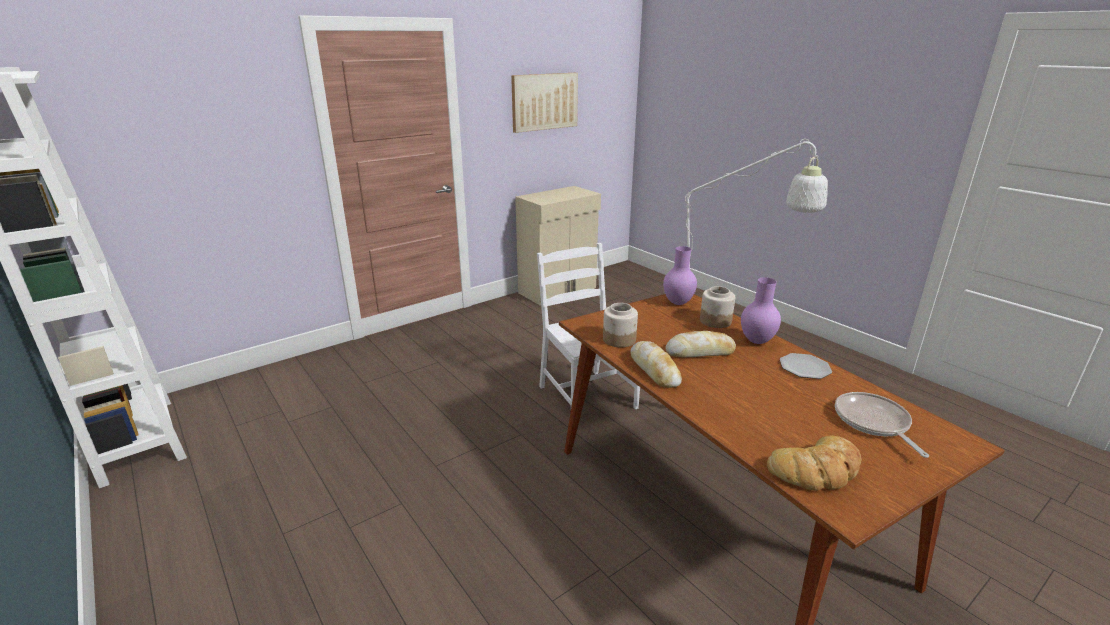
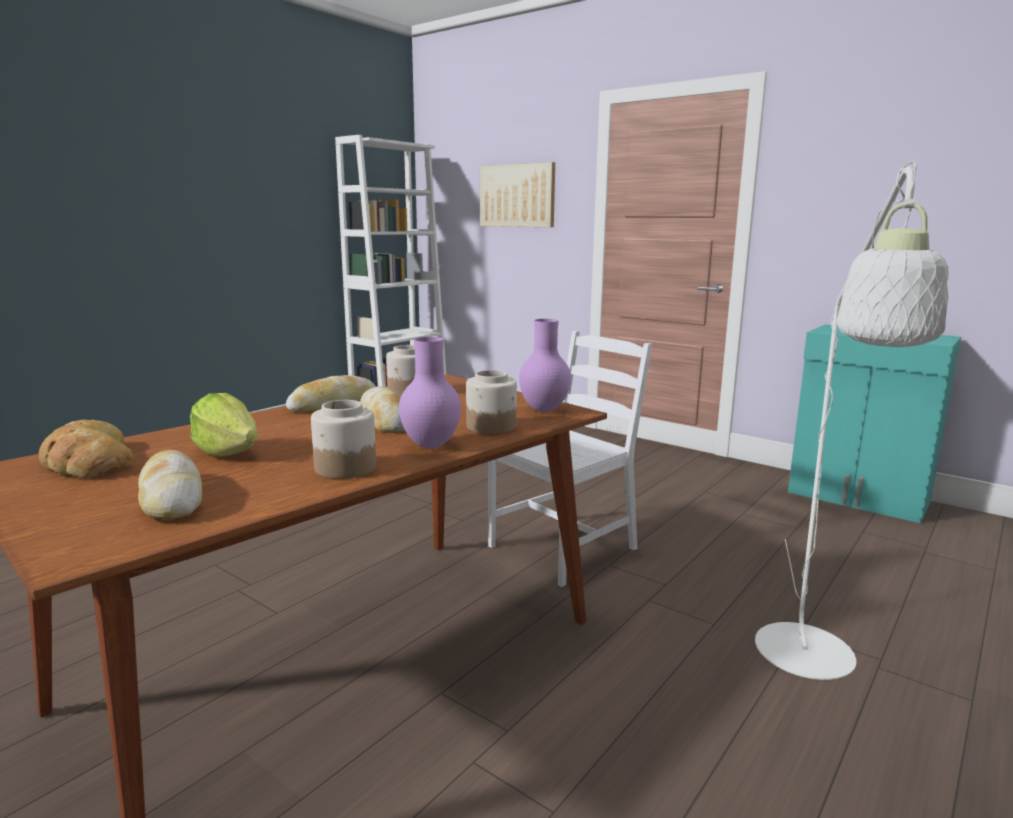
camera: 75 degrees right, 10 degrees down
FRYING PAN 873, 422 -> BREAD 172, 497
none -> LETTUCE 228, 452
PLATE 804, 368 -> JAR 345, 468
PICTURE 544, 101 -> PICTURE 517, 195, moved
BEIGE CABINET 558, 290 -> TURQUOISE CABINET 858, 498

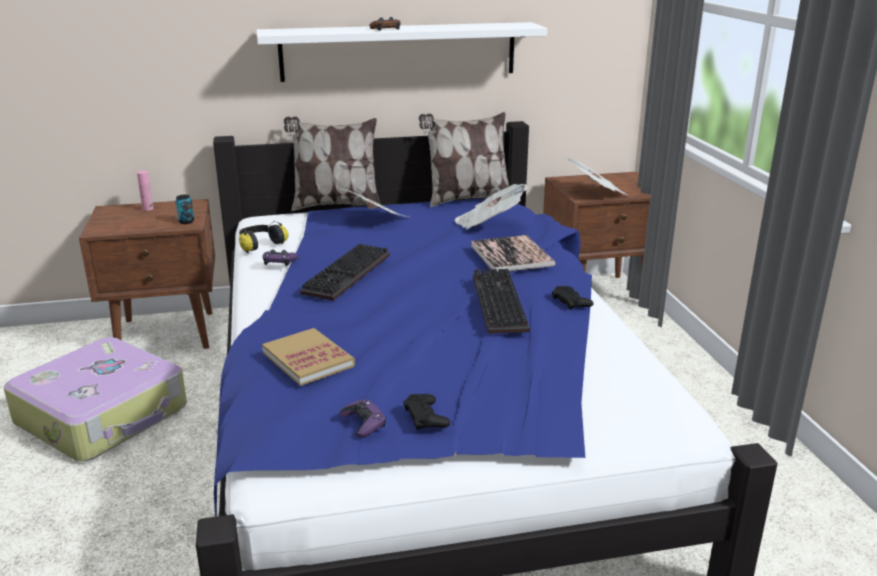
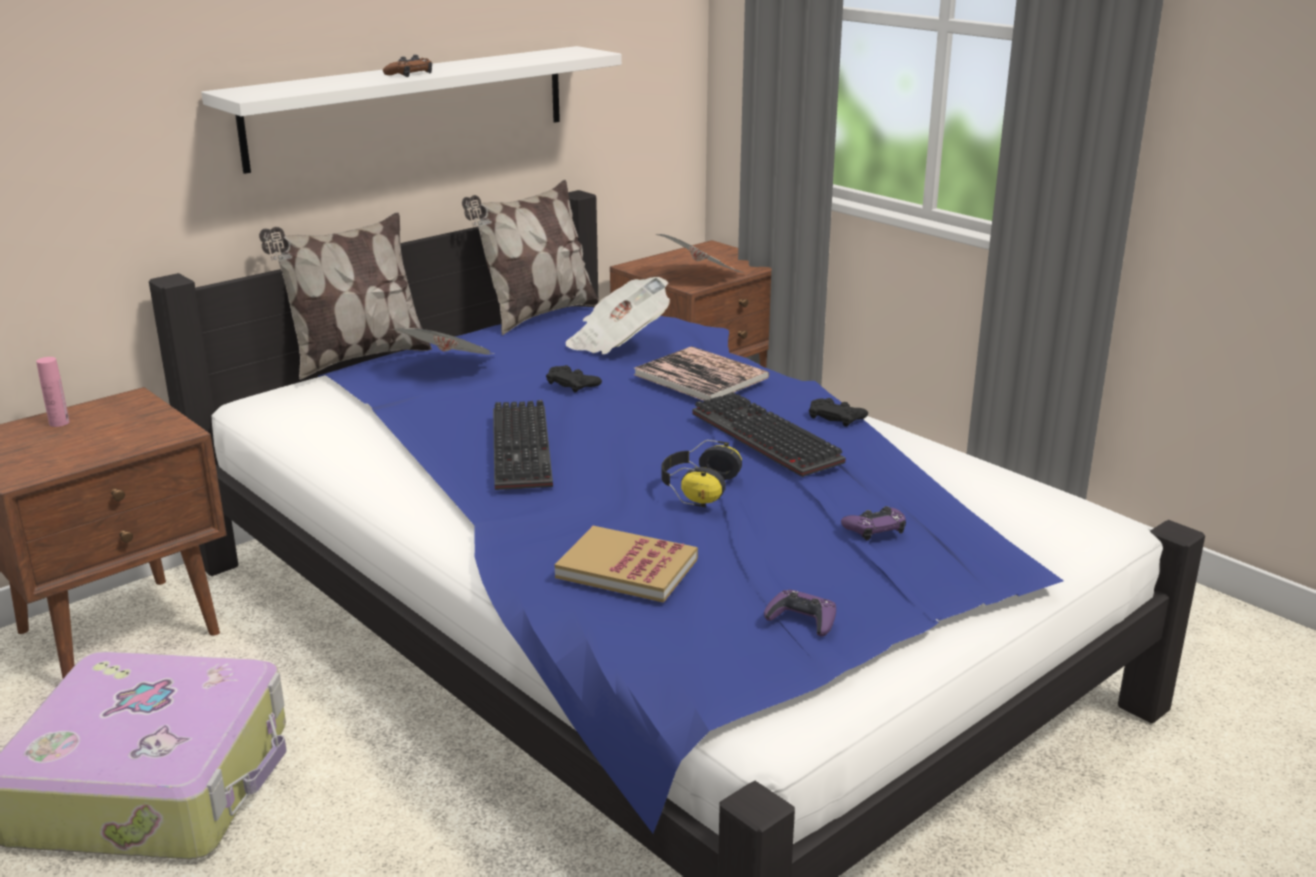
camera: 30 degrees left, 0 degrees up
BLACK GAME CONTROLLER 426, 417 -> BLACK GAME CONTROLLER 573, 383, moved
HEADPHONES 260, 245 -> HEADPHONES 697, 488, moved
PURPLE GAME CONTROLLER 279, 261 -> PURPLE GAME CONTROLLER 874, 528, moved
CAN 186, 221 -> none

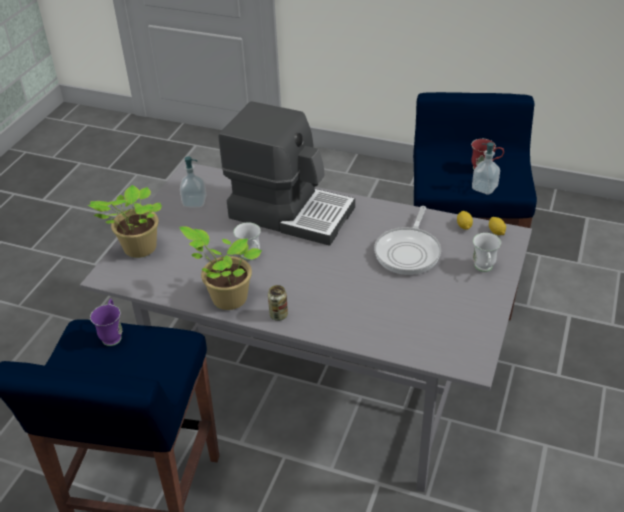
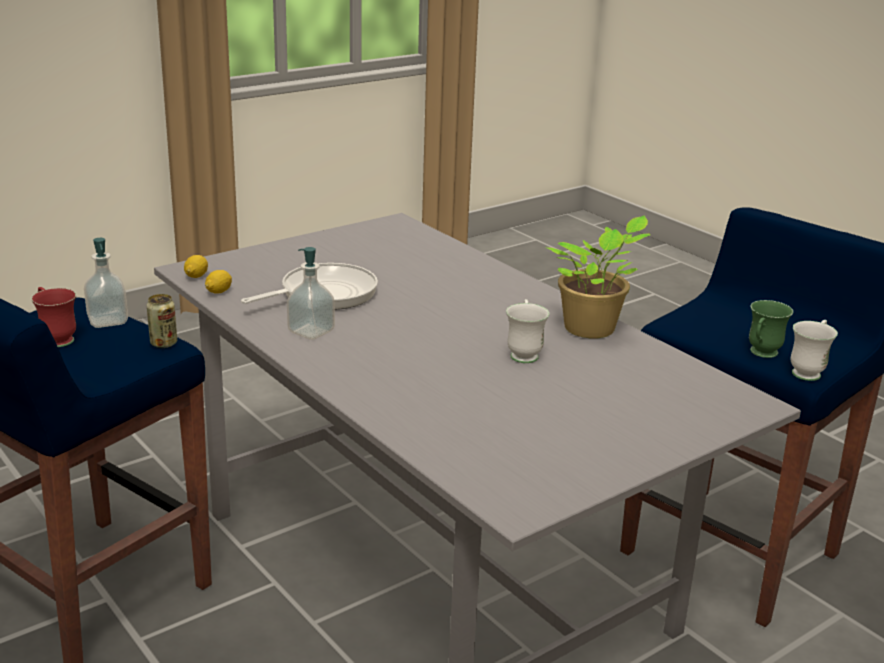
camera: 150 degrees left, 15 degrees down
CAN 278, 315 -> CAN 163, 343, moved
SOAP DISPENSER 194, 202 -> SOAP DISPENSER 311, 331, moved
PURPLE MUG 113, 335 -> GREEN MUG 761, 354
WHITE MUG 484, 269 -> WHITE MUG 808, 371, moved
POTTED PLANT 138, 249 -> none
COFFEE MACHINE 291, 212 -> none

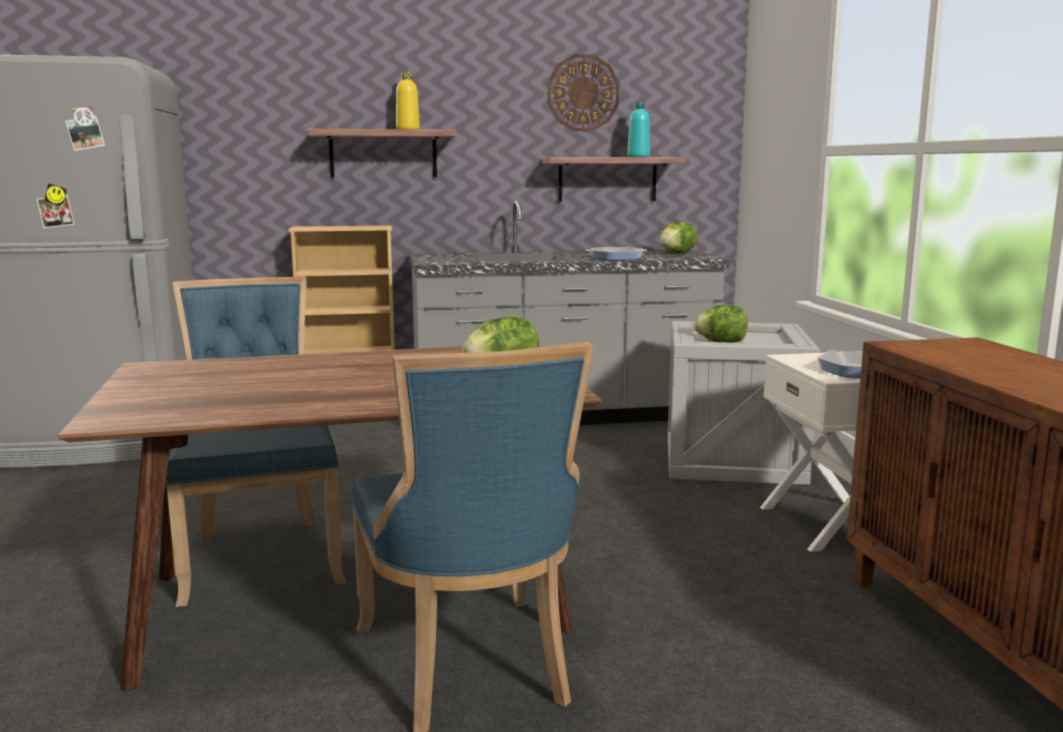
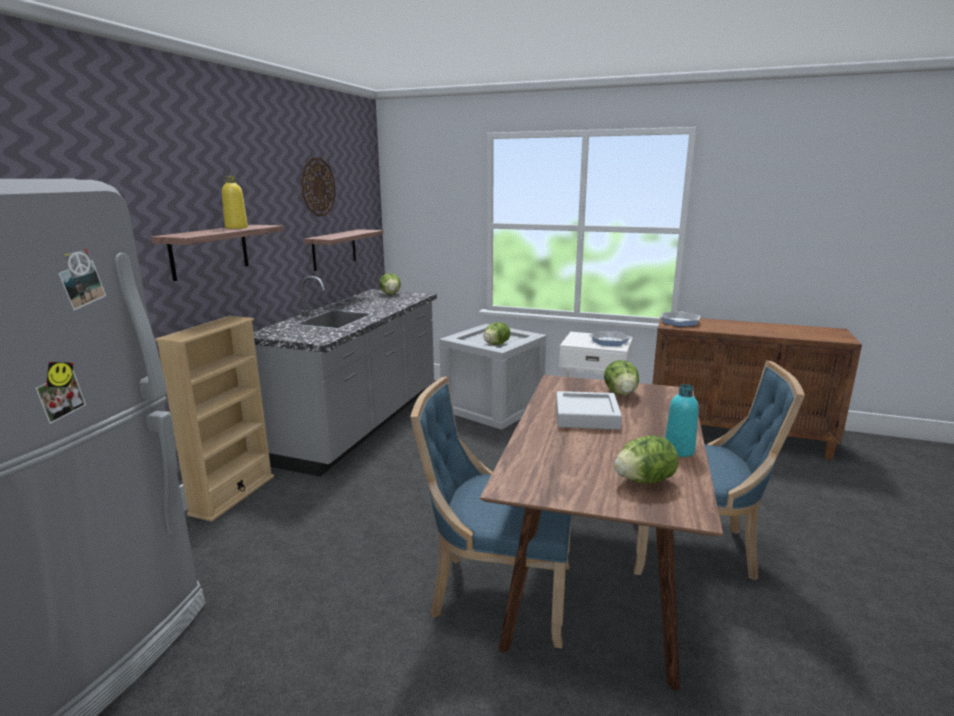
camera: 60 degrees left, 5 degrees up
none -> GREY TRAY 586, 416
none -> LETTUCE 644, 481
FRYING PAN 616, 258 -> FRYING PAN 679, 322, moved
TURQUOISE BOTTLE 638, 156 -> TURQUOISE BOTTLE 679, 450, moved

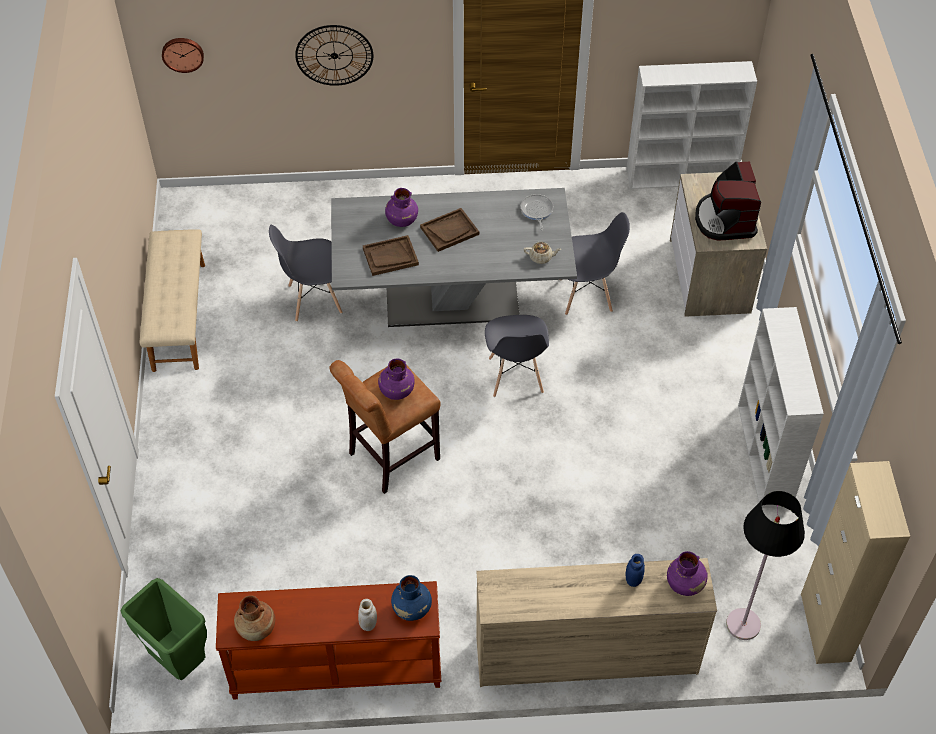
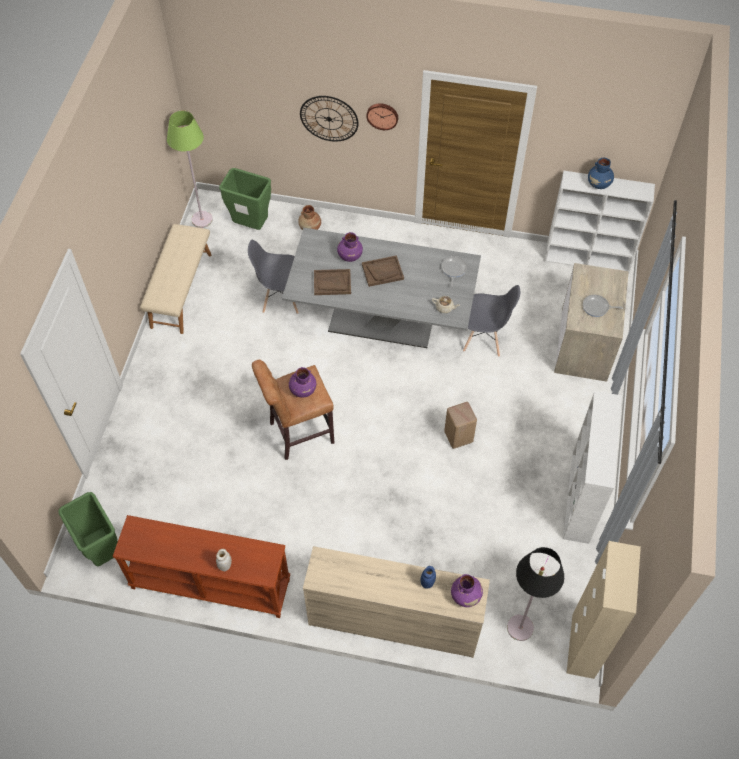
camera: 15 degrees right, 5 degrees up
none -> GREEN FLOOR LAMP 202, 220
none -> GREEN TRASH CAN 251, 225
BROWN VASE 257, 628 -> BROWN VASE 310, 228, moved
WALL CLOCK 182, 53 -> WALL CLOCK 382, 115, moved
none -> BEIGE STOOL 458, 437
COFFEE MACHINE 725, 219 -> FRYING PAN 597, 307
BLUE VASE 412, 609 -> BLUE VASE 598, 184, moved
GREY CHAIR 515, 376 -> none

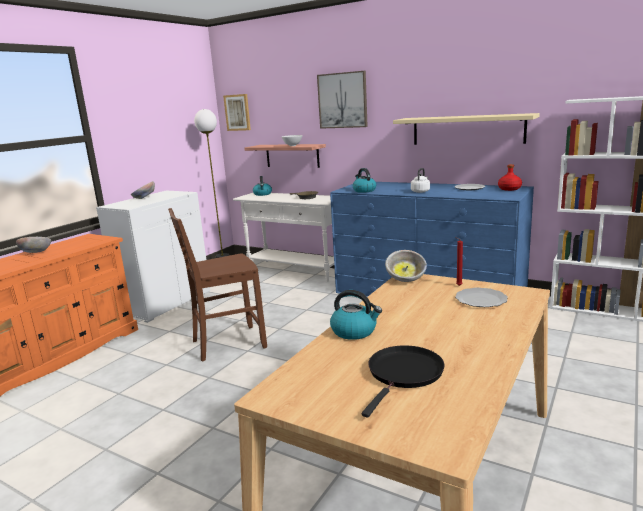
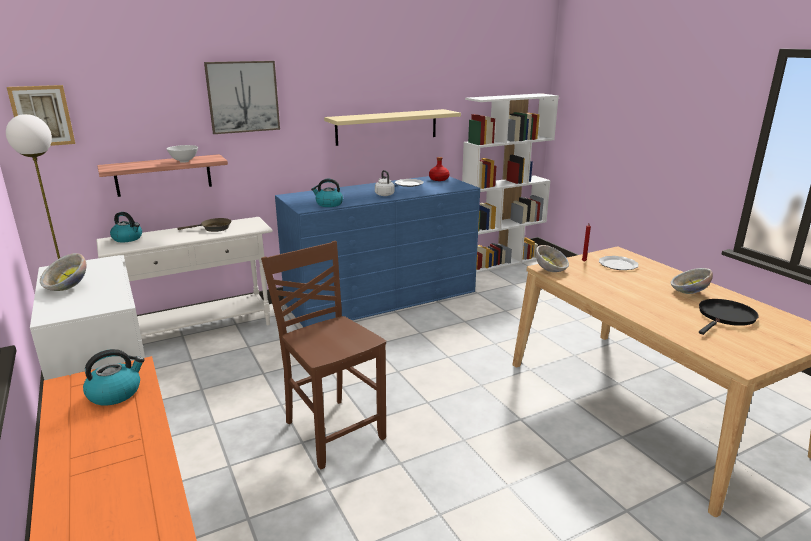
camera: 60 degrees left, 5 degrees up
KETTLE 354, 331 -> KETTLE 115, 393, moved
BROWN CHAIR 227, 343 -> BROWN CHAIR 332, 430, 135 degrees clockwise
BOWL 36, 253 -> BOWL 688, 292, moved
BLACK FRYING PAN 404, 374 -> BLACK FRYING PAN 725, 317, 75 degrees clockwise

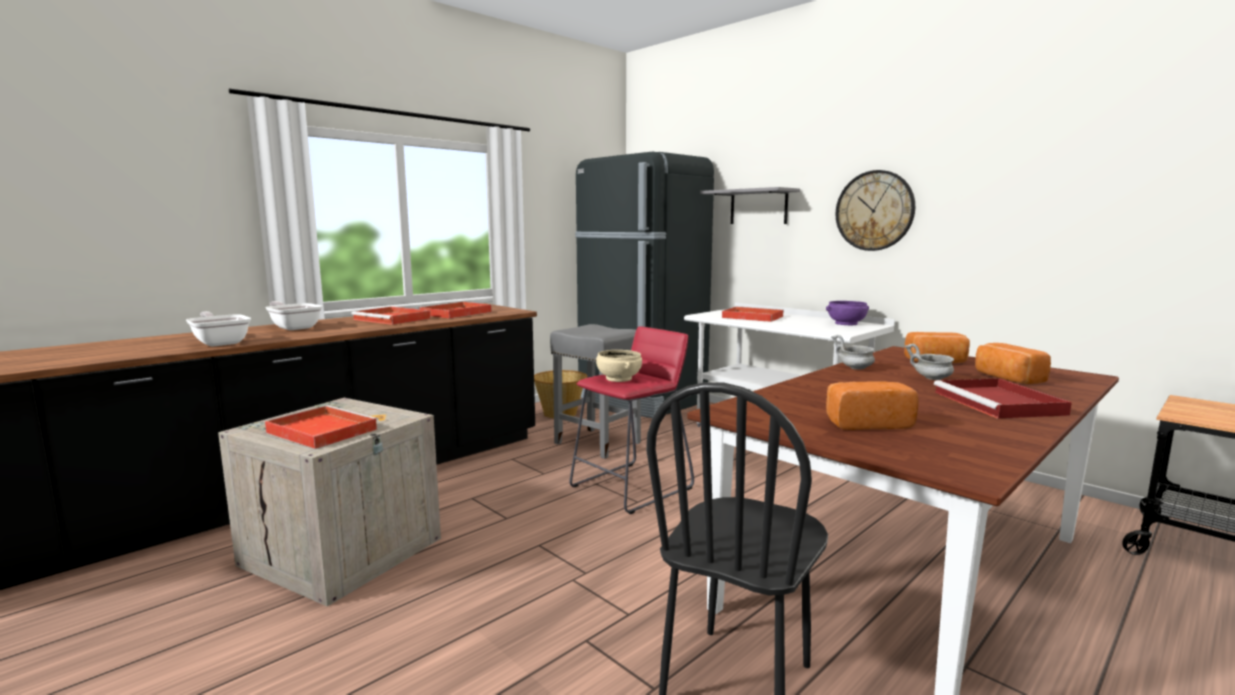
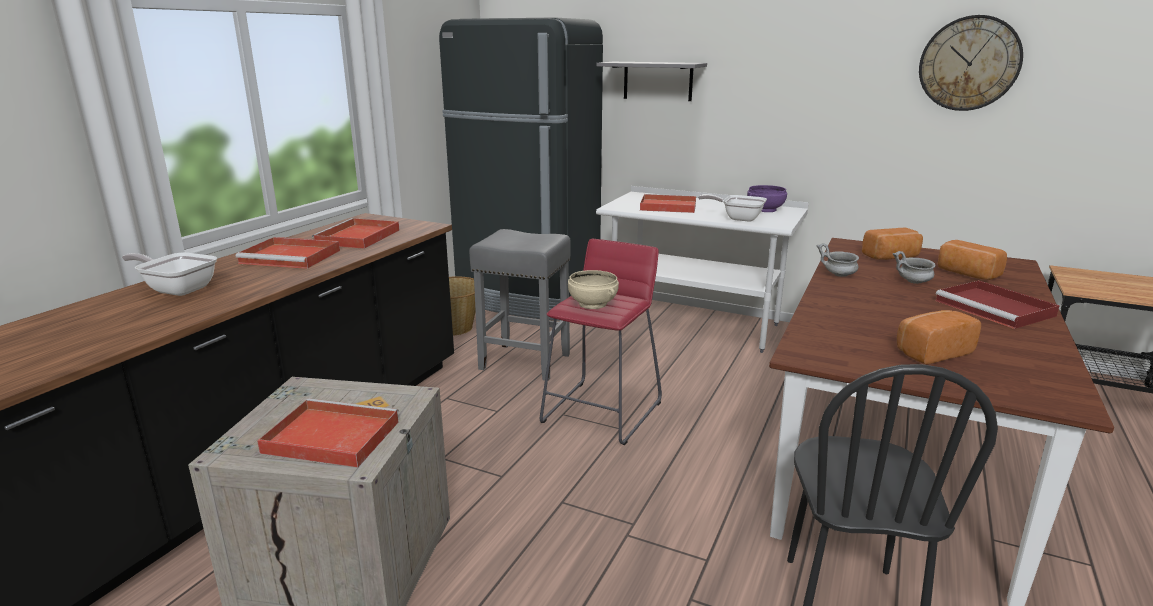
camera: 20 degrees left, 10 degrees up
FRYING PAN 220, 342 -> FRYING PAN 738, 218, moved
WALL CLOCK 874, 210 -> WALL CLOCK 969, 63, moved

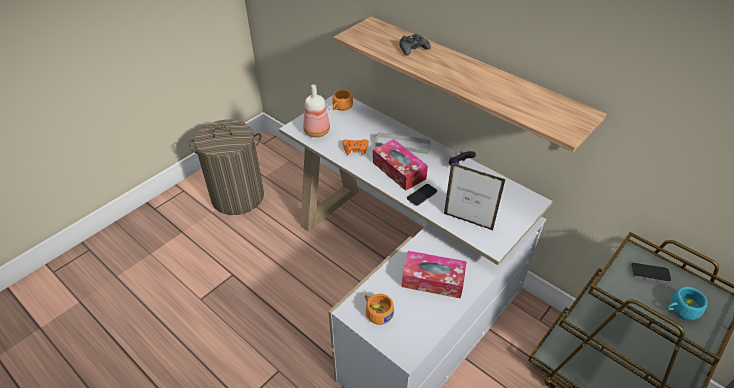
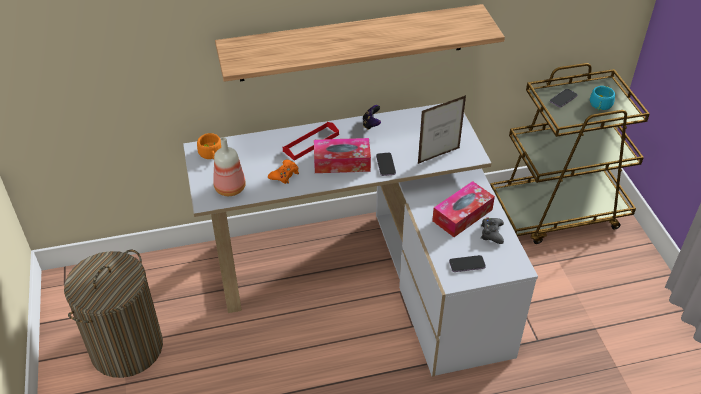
camera: 55 degrees left, 0 degrees up
GREY TRAY 402, 145 -> RED TRAY 311, 143
ORANGE CUP 377, 312 -> PHONE 467, 264
BLACK GAME CONTROLLER 413, 49 -> BLACK GAME CONTROLLER 492, 233, moved

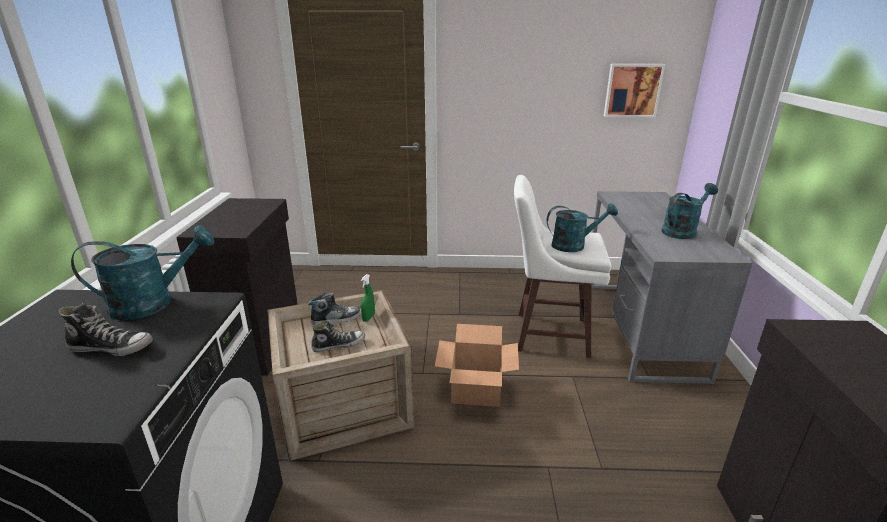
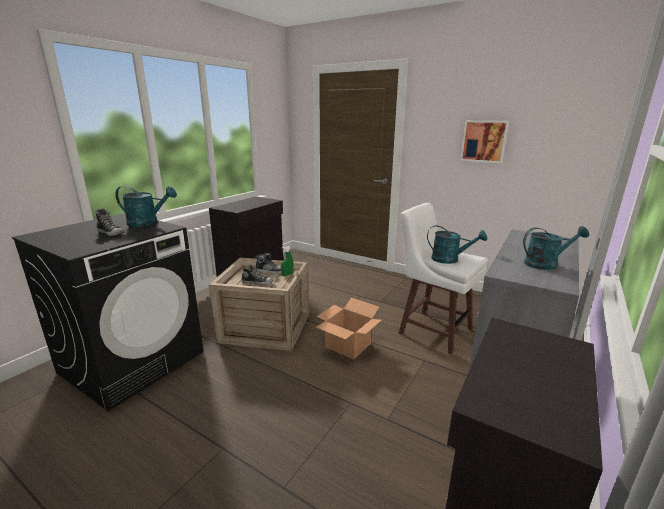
camera: 30 degrees right, 5 degrees down
PICTURE 632, 90 -> PICTURE 484, 141, moved

